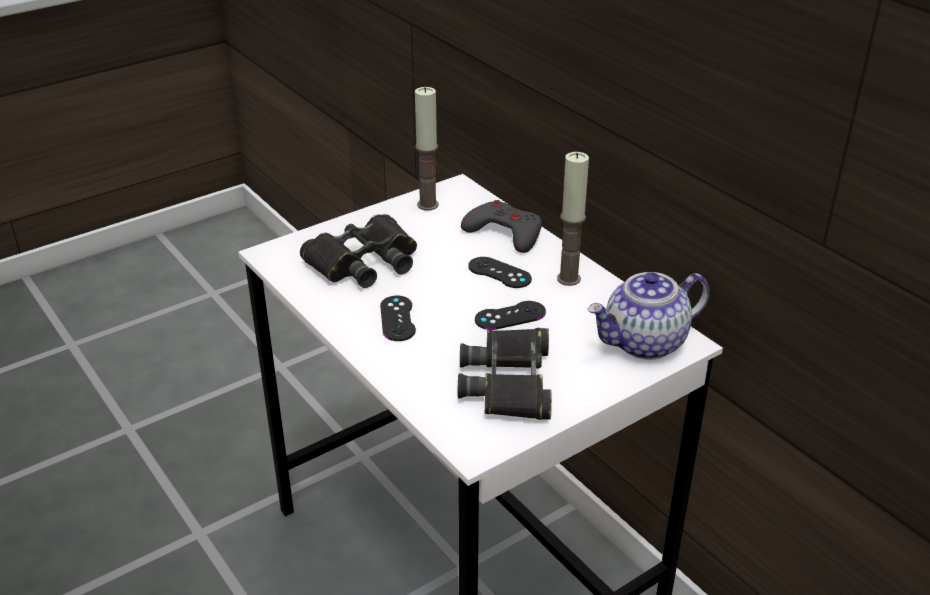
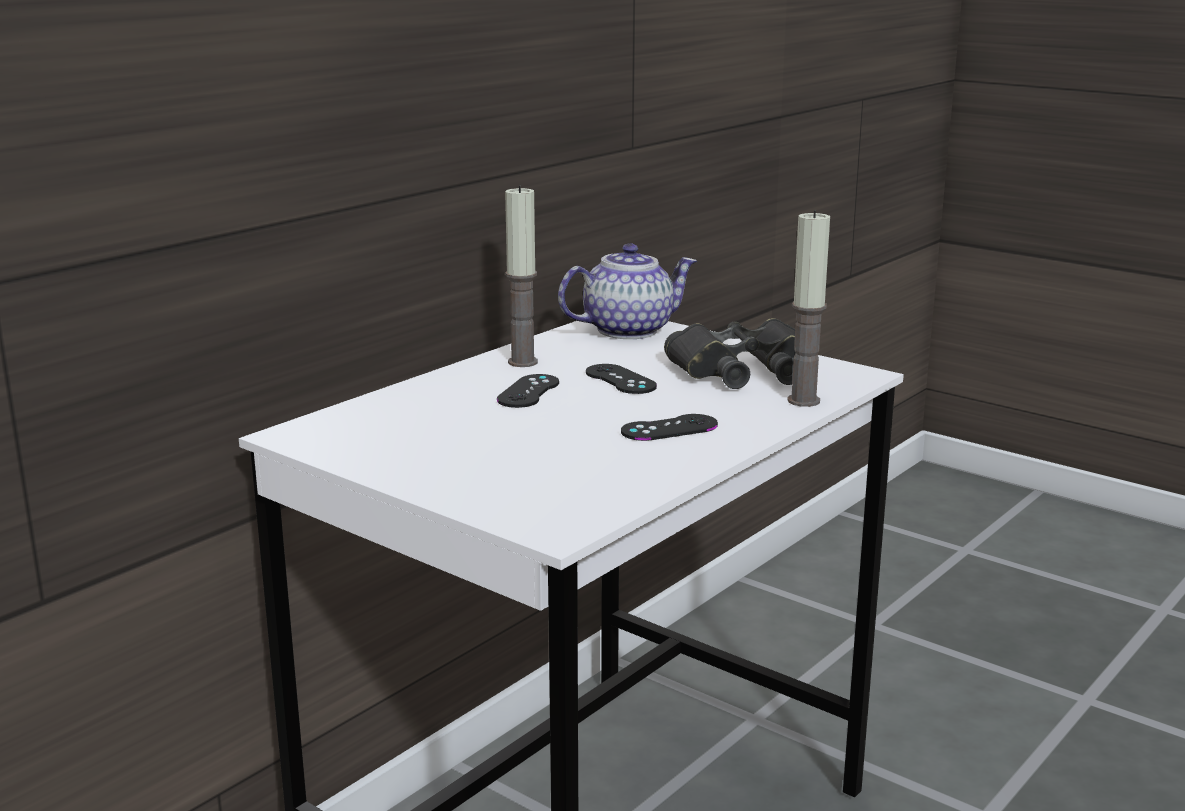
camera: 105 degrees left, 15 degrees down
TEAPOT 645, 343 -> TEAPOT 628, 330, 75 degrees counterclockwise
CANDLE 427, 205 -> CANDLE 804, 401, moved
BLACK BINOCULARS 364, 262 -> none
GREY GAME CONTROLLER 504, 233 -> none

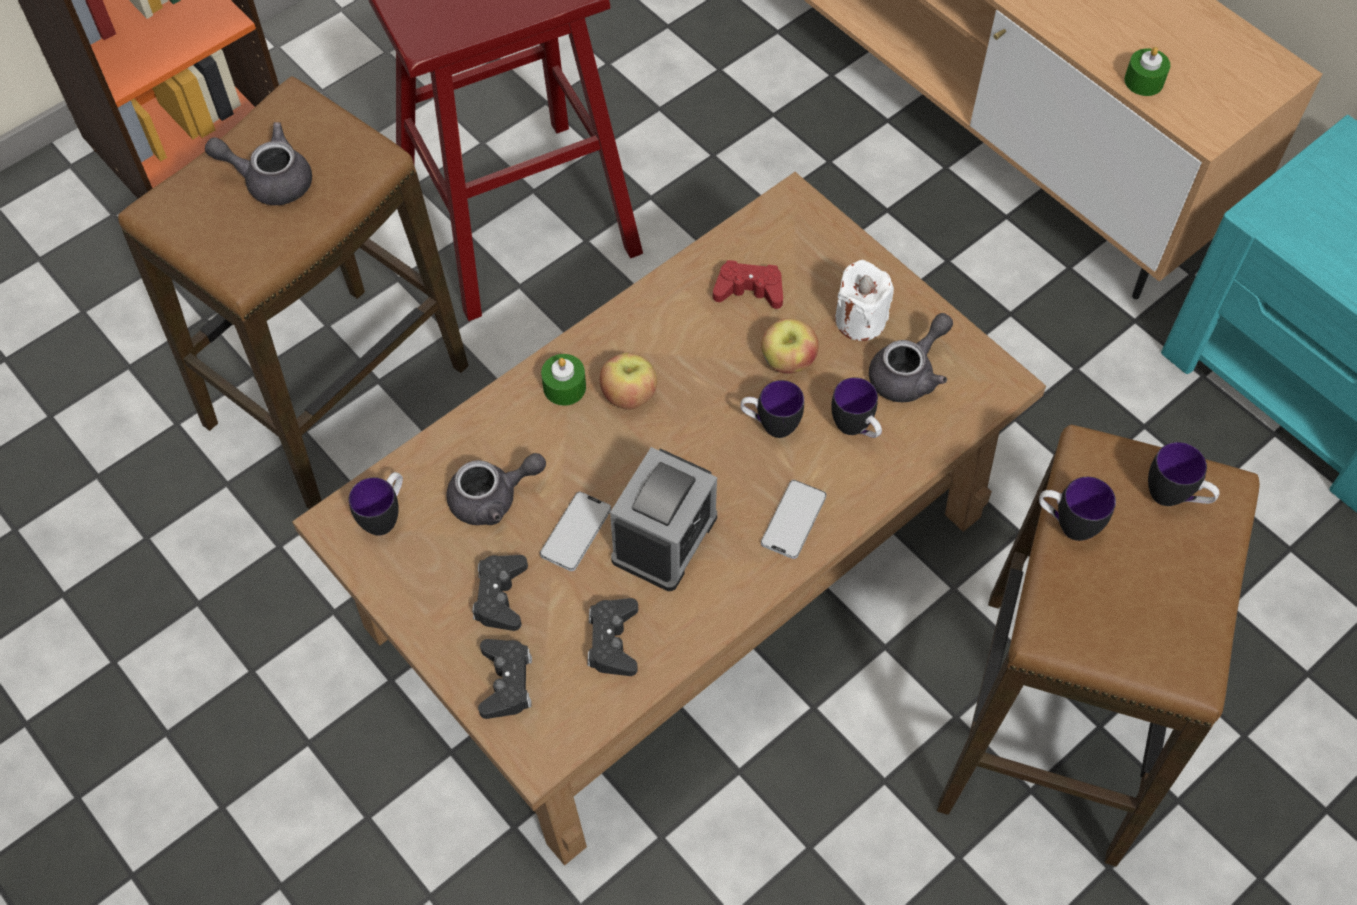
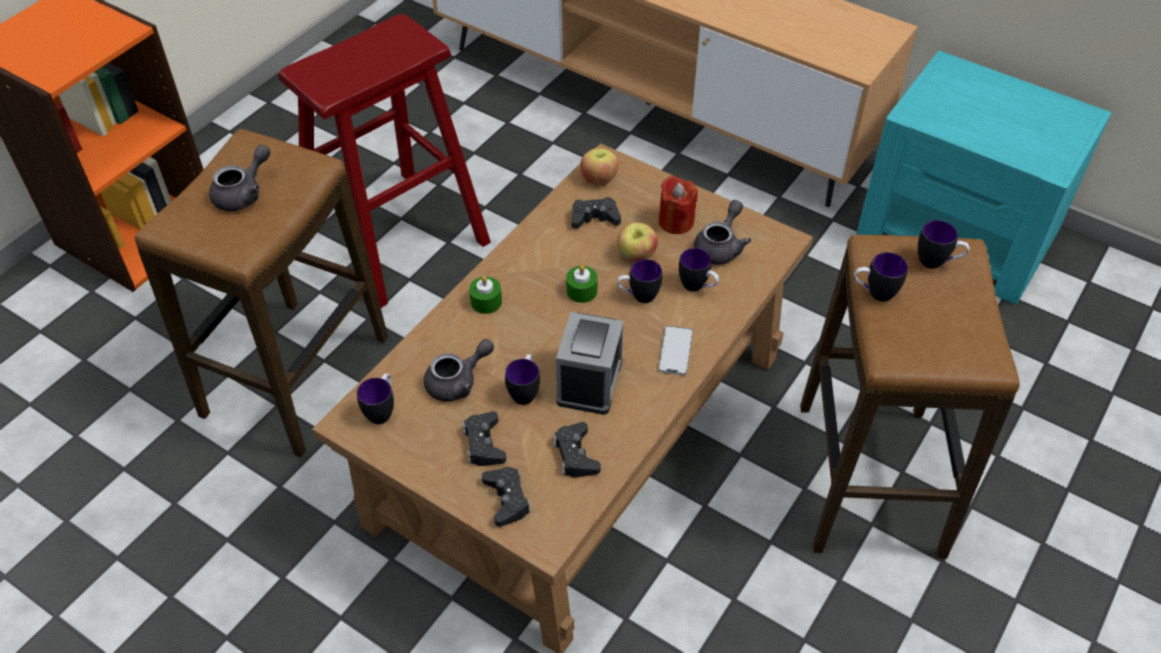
camera: 15 degrees left, 10 degrees down
GREY TEAPOT 270, 180 -> GREY TEAPOT 244, 194, 135 degrees clockwise
PHONE 576, 532 -> MUG 525, 391
GREEN CANDLE 1143, 81 -> GREEN CANDLE 581, 291, moved
RED GAME CONTROLLER 749, 290 -> BLACK GAME CONTROLLER 594, 218
APPLE 629, 395 -> APPLE 599, 179, moved
WHITE CANDLE 860, 320 -> RED CANDLE 676, 221

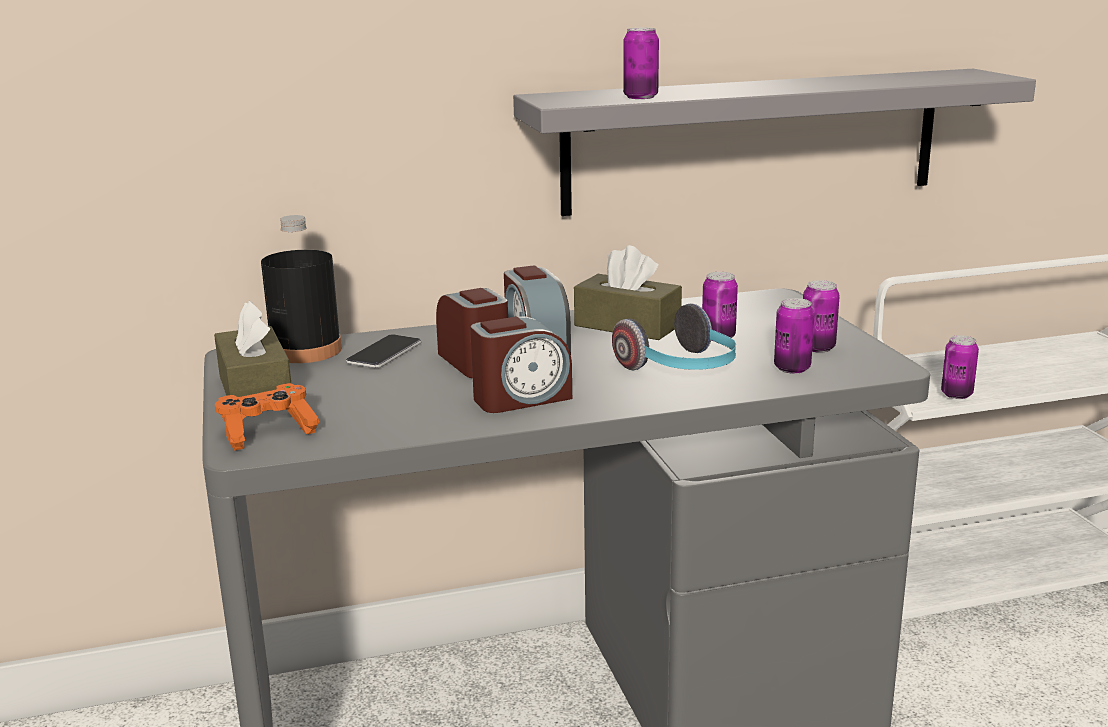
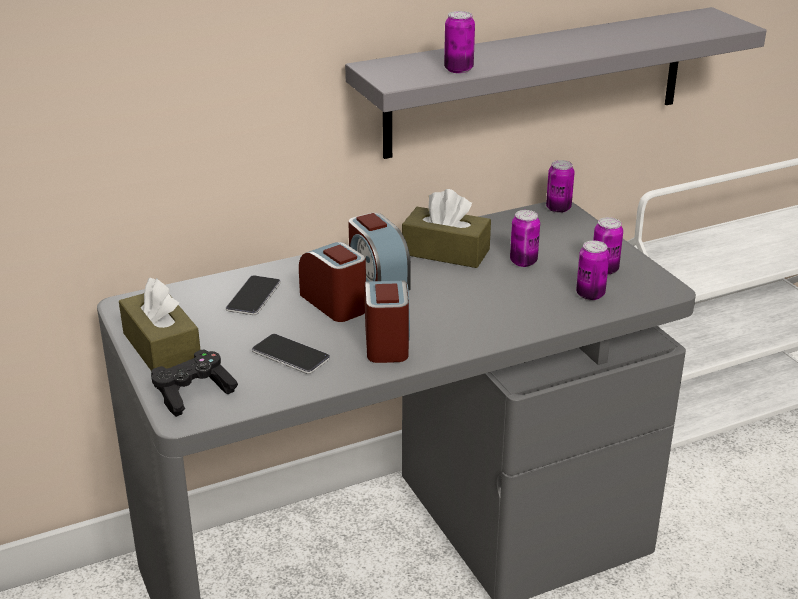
camera: 10 degrees left, 10 degrees up
ORANGE GAME CONTROLLER 267, 432 -> BLACK GAME CONTROLLER 193, 394
none -> PHONE 290, 355
ALARM CLOCK 521, 398 -> ALARM CLOCK 387, 342, 60 degrees counterclockwise
CAN 956, 394 -> CAN 558, 208, moved
BLACK BOTTLE 306, 350 -> none
HEADPHONES 681, 369 -> none

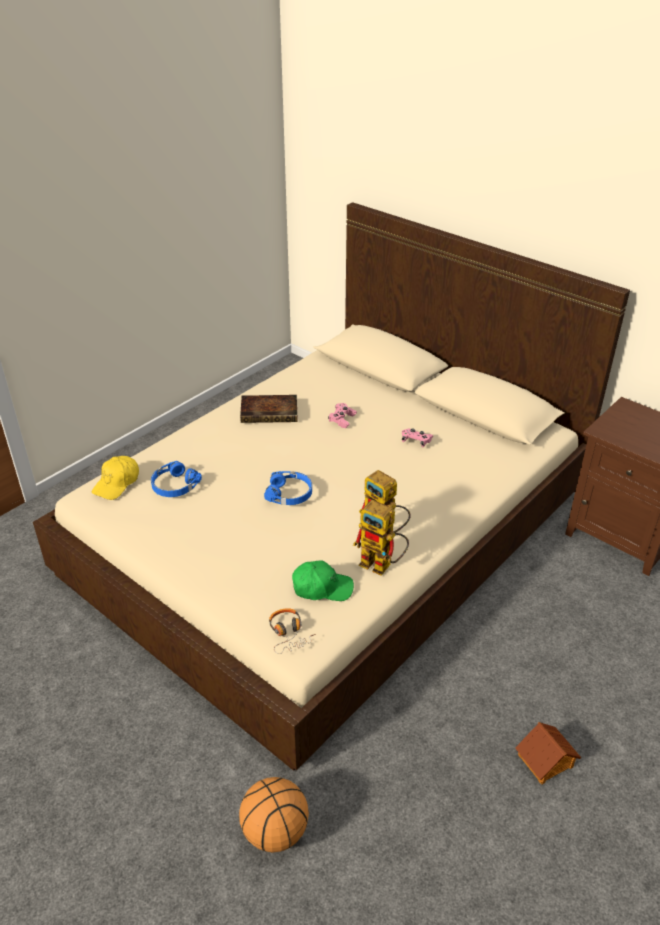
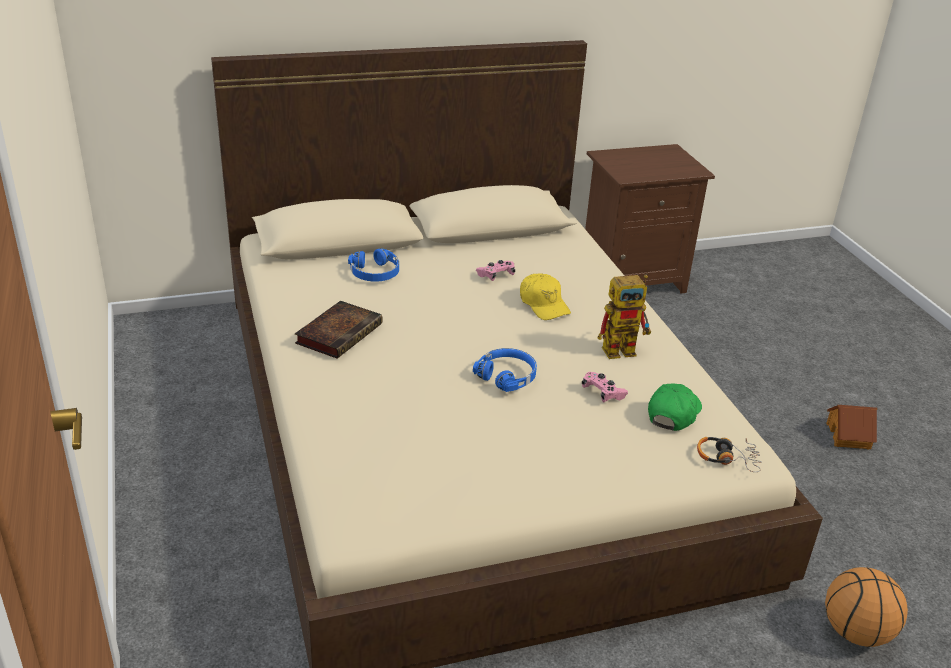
camera: 60 degrees left, 5 degrees down
BLUE HEADPHONES 174, 486 -> BLUE HEADPHONES 375, 273, moved
YELLOW CAP 117, 483 -> YELLOW CAP 543, 304, moved
PINK GAME CONTROLLER 342, 420 -> PINK GAME CONTROLLER 603, 393, moved
TOY ROBOT 382, 565 -> none

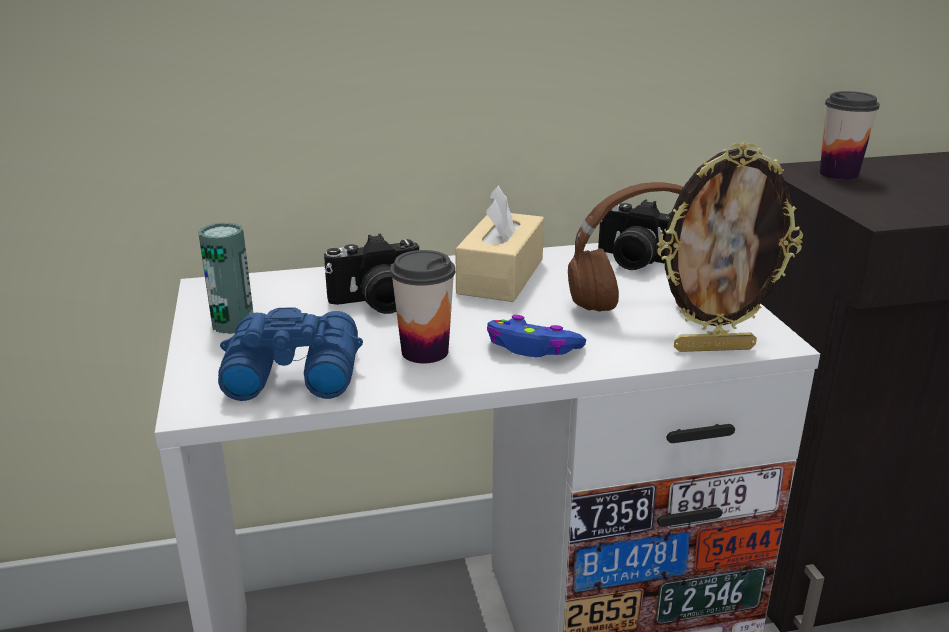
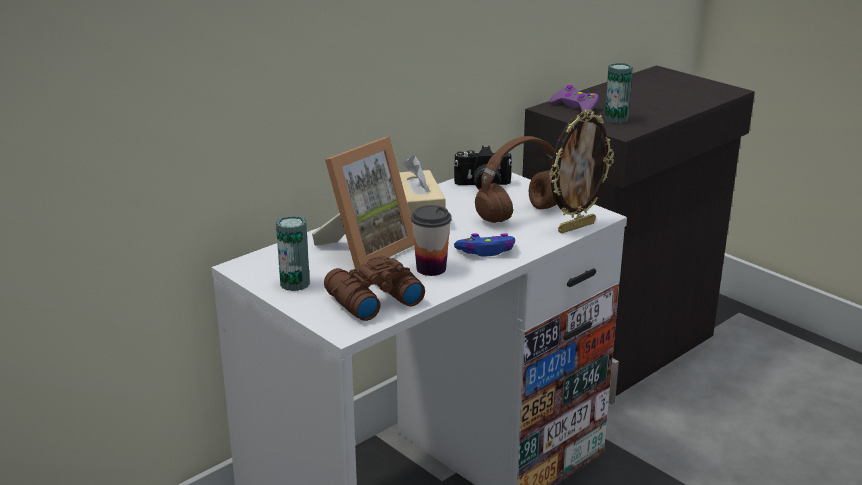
camera: 30 degrees left, 0 degrees up
PHOTO CAMERA 377, 303 -> PICTURE FRAME 366, 249
BLUE BINOCULARS 290, 372 -> BROWN BINOCULARS 371, 299
CUP 838, 174 -> PURPLE GAME CONTROLLER 575, 107
none -> CAN 616, 119

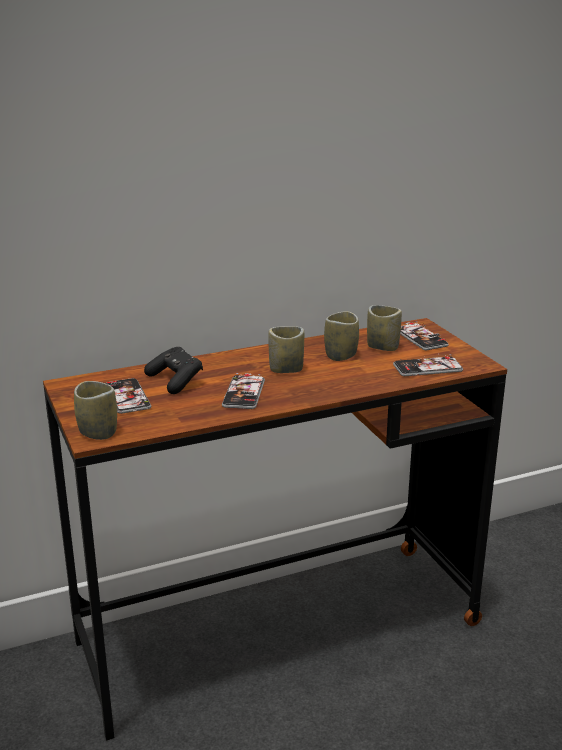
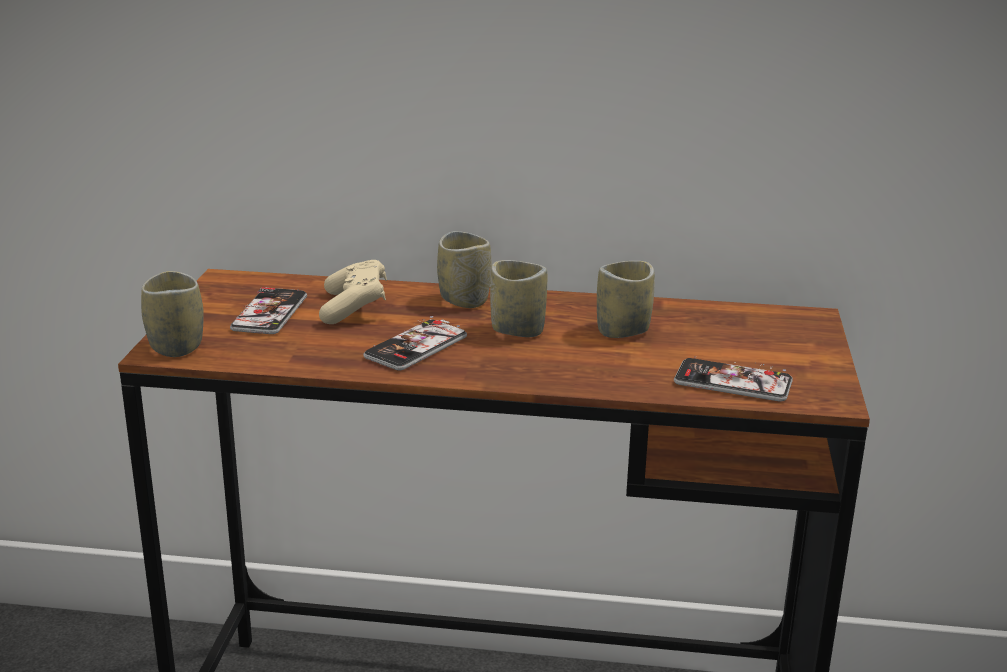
camera: 30 degrees right, 0 degrees up
BLACK GAME CONTROLLER 175, 381 -> BEIGE GAME CONTROLLER 354, 308
CUP 382, 347 -> CUP 464, 300, moved
PHONE 420, 338 -> none

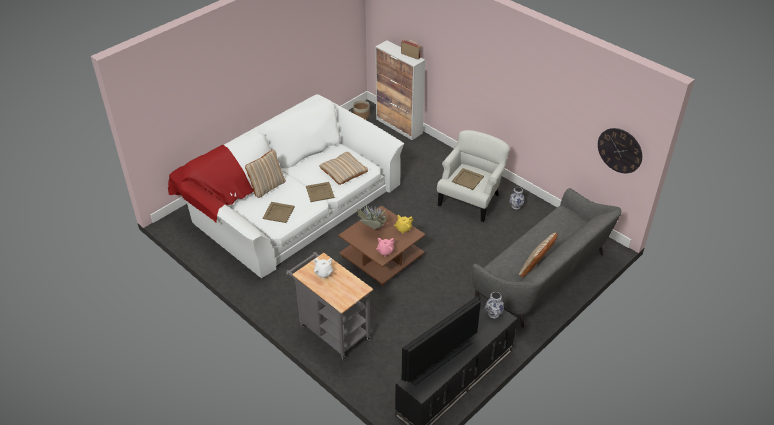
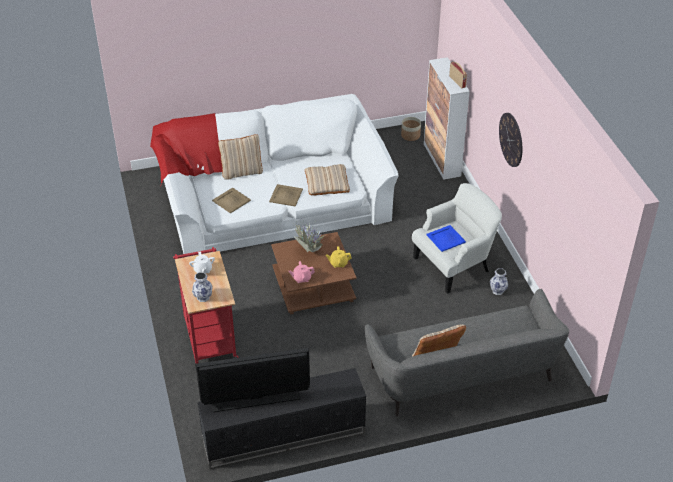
camera: 30 degrees right, 0 degrees up
GREY CART 331, 330 -> RED CART 209, 335
VASE 493, 313 -> VASE 203, 297, moved
BEIGE TRAY 467, 179 -> BLUE TRAY 446, 238
WALL CLOCK 620, 150 -> WALL CLOCK 511, 139, moved

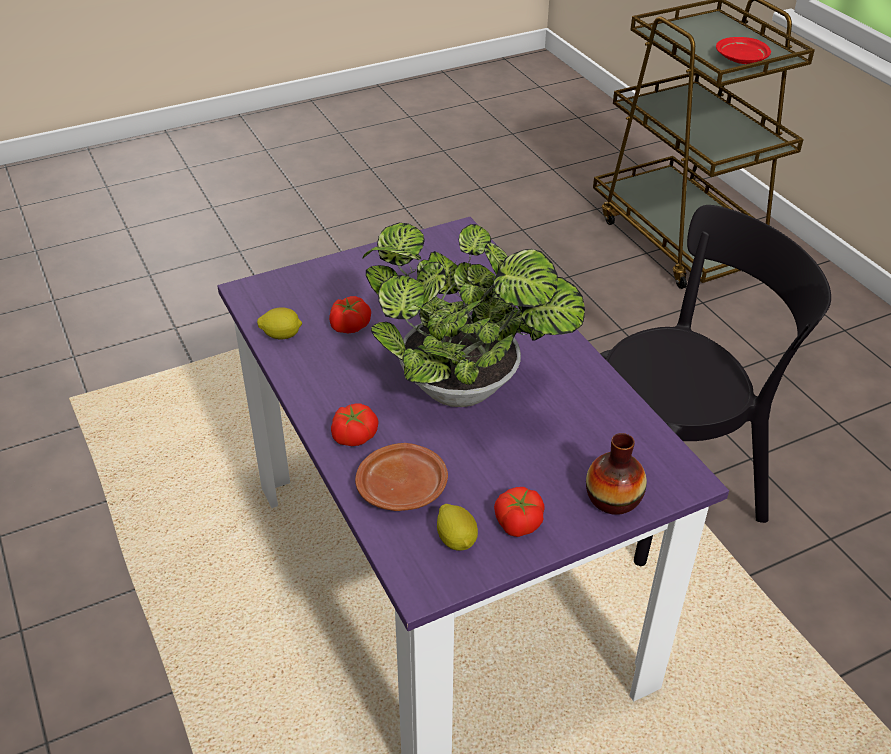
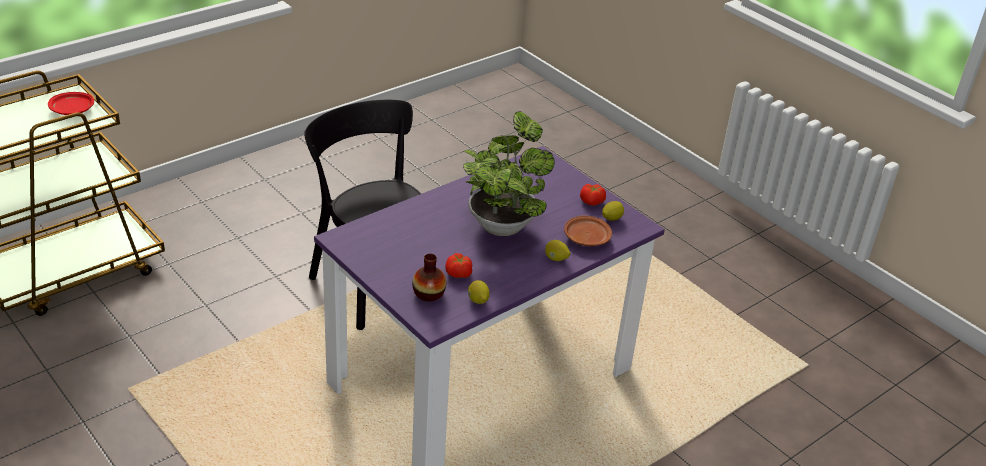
camera: 105 degrees left, 5 degrees down
VASE 613, 499 -> VASE 428, 294, moved
TOMATO 353, 436 -> LEMON 556, 259

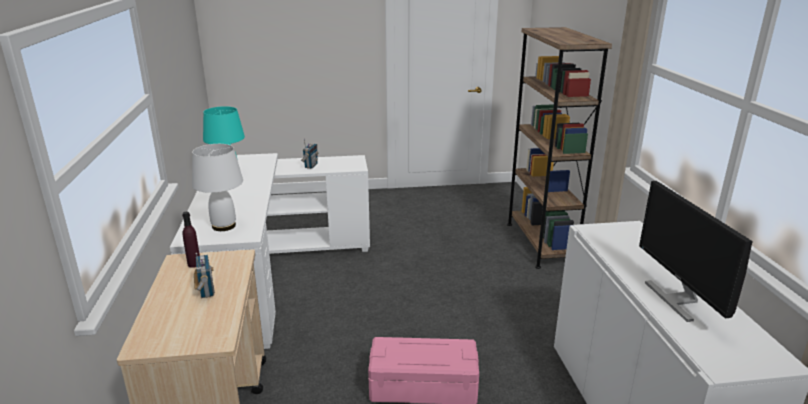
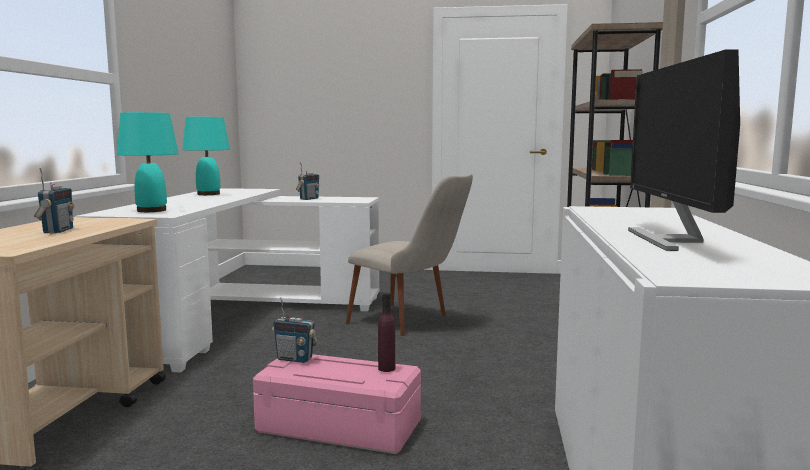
camera: 15 degrees right, 15 degrees down
WHITE TABLE LAMP 224, 226 -> TURQUOISE TABLE LAMP 152, 210
none -> RADIO 295, 359
none -> BEIGE CHAIR 411, 322
PURPLE BOTTLE 194, 264 -> PURPLE BOTTLE 386, 368, moved

